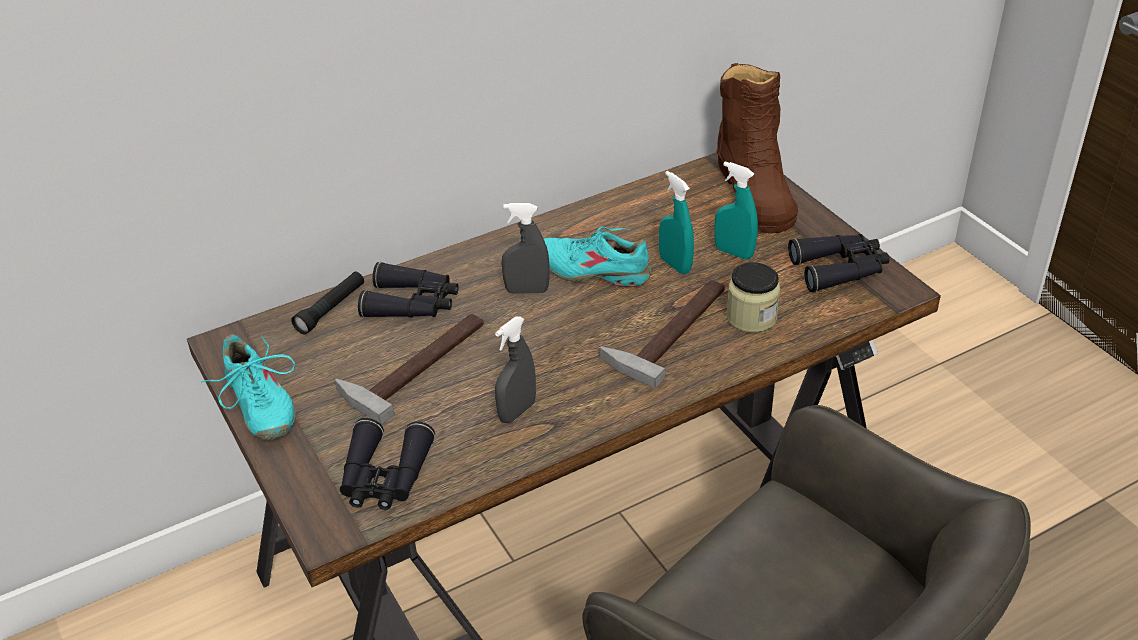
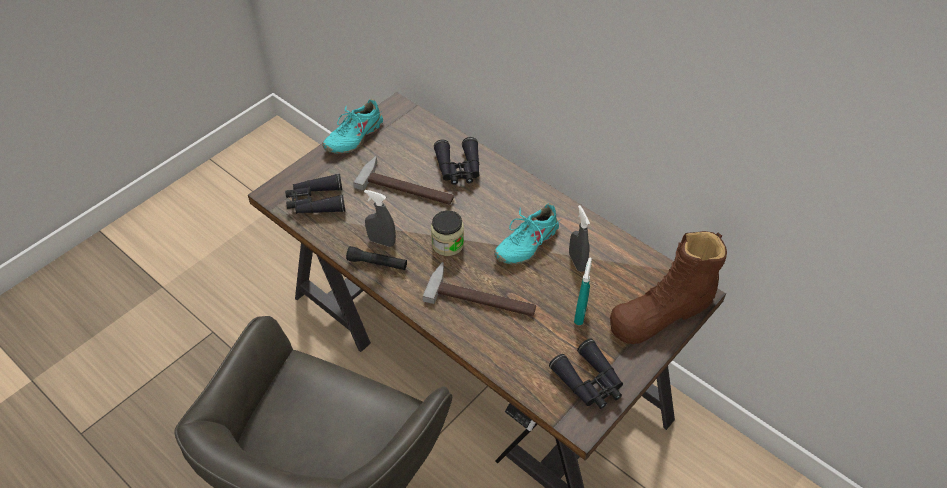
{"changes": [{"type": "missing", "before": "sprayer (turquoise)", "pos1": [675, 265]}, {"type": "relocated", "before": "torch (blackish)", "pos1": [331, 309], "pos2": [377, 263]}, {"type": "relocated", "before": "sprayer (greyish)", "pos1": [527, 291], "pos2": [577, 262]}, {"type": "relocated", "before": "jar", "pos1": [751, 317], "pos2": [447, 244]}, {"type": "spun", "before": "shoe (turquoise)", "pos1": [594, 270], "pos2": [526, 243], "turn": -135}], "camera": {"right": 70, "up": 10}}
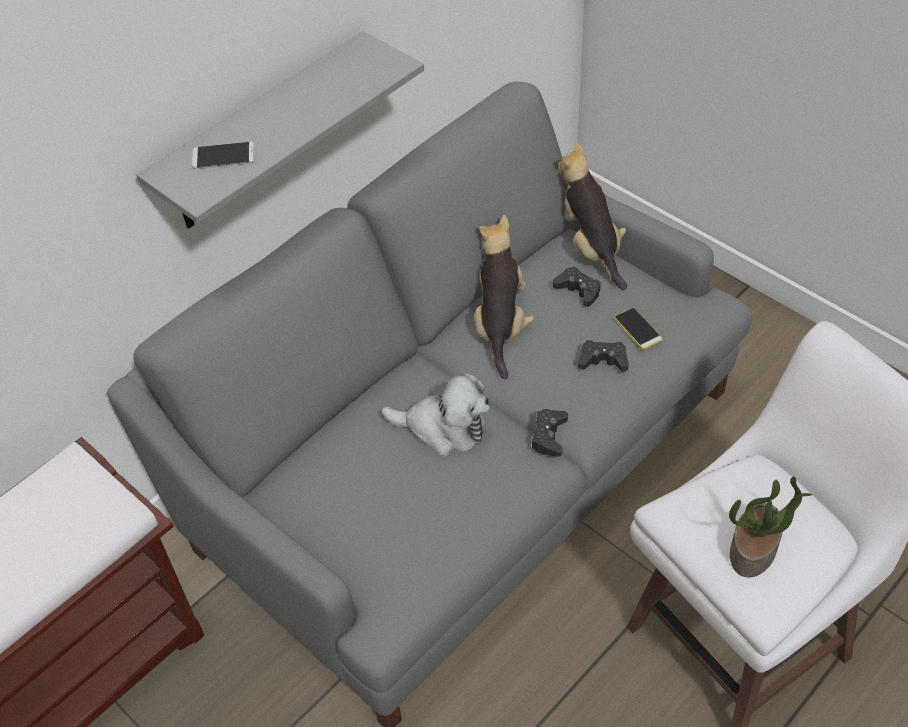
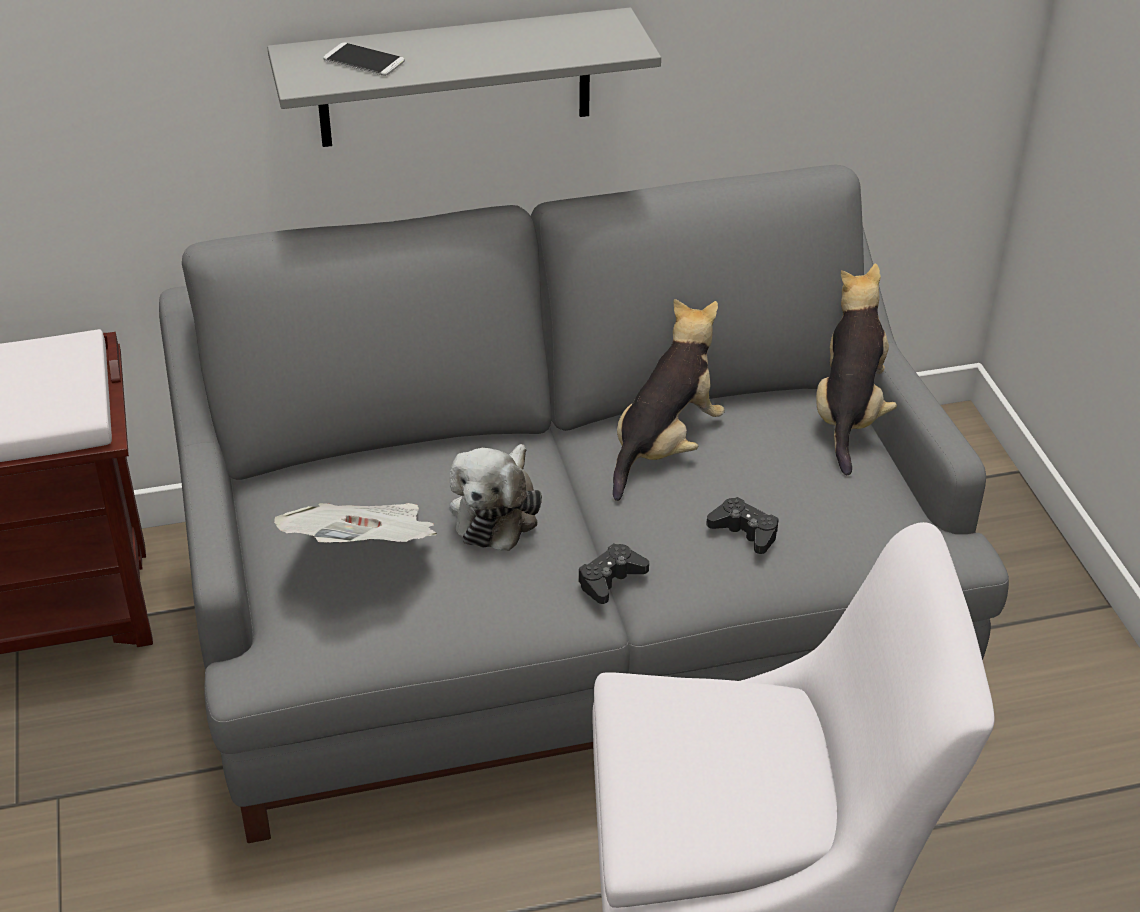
{"changes": [{"type": "missing", "before": "gamepad (blackish)", "pos1": [578, 290]}, {"type": "missing", "before": "phone", "pos1": [638, 329]}, {"type": "missing", "before": "houseplant", "pos1": [754, 550]}, {"type": "appeared", "after": "newspaper", "pos2": [365, 553]}, {"type": "spun", "before": "plush toy", "pos1": [443, 428], "pos2": [497, 512], "turn": 60}], "camera": {"right": 30, "up": -10}}
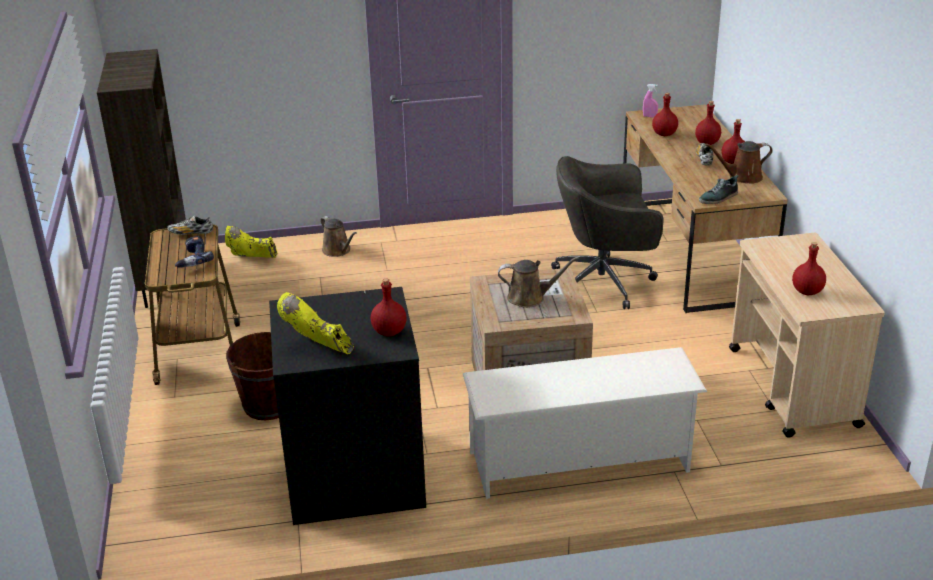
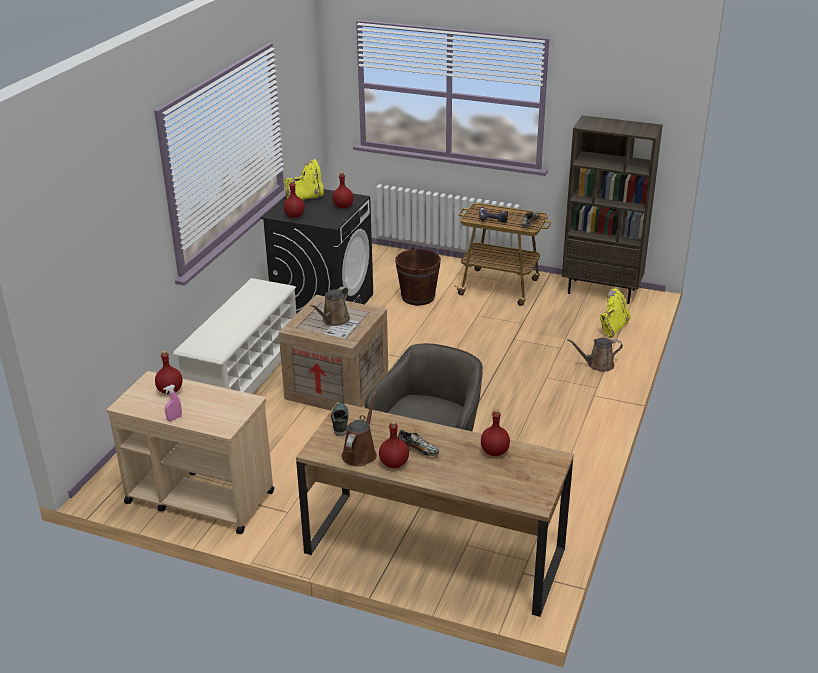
{"changes": [{"type": "relocated", "before": "sprayer (pinkish)", "pos1": [649, 116], "pos2": [174, 418]}, {"type": "relocated", "before": "bottle (red-coloured)", "pos1": [707, 143], "pos2": [343, 206]}], "camera": {"right": 120, "up": 0}}
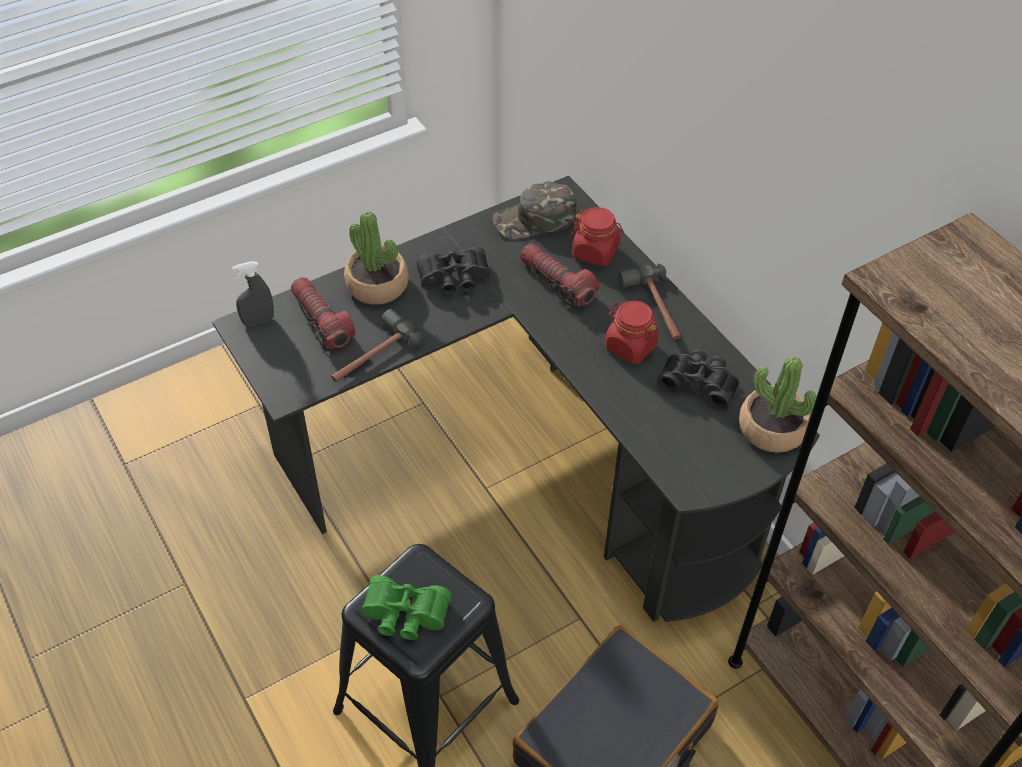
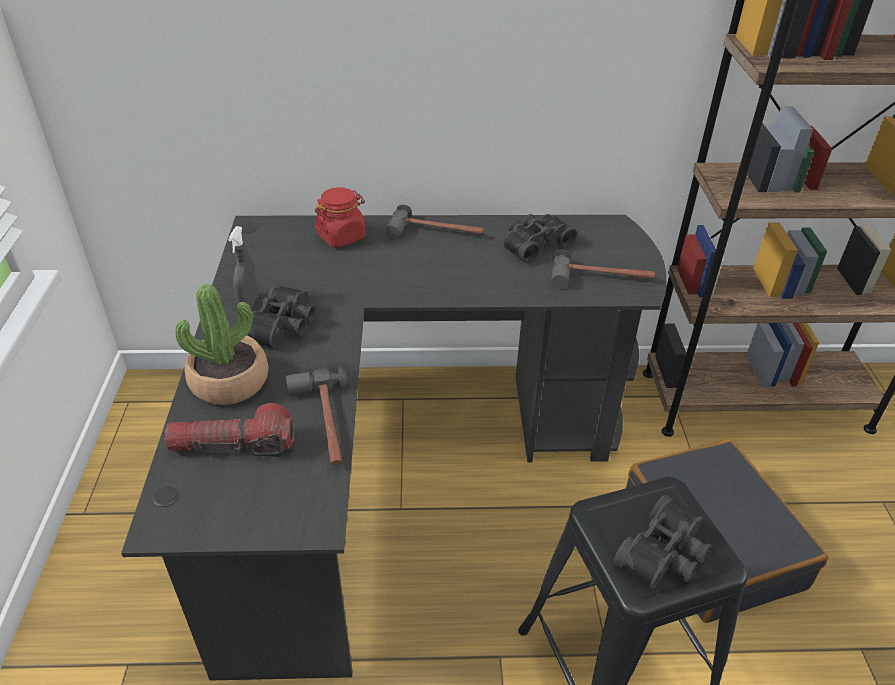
{"changes": [{"type": "missing", "before": "baseball cap (green-coloured)", "pos1": [535, 219]}, {"type": "missing", "before": "torch", "pos1": [557, 283]}, {"type": "missing", "before": "jar (red-coloured)", "pos1": [630, 346]}, {"type": "missing", "before": "houseplant", "pos1": [772, 428]}, {"type": "appeared", "after": "tool hammer", "pos2": [601, 278]}, {"type": "relocated", "before": "sprayer (greyish)", "pos1": [258, 320], "pos2": [248, 303]}, {"type": "colour", "before": "field glasses (green-coloured)", "after": "field glasses (blackish)", "pos1": [405, 616], "pos2": [665, 555]}], "camera": {"right": -60, "up": -10}}
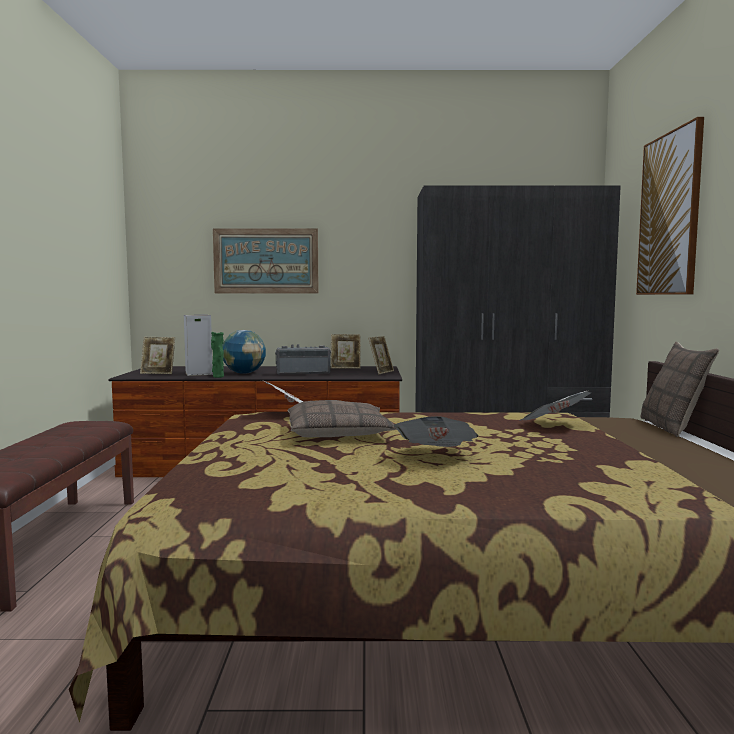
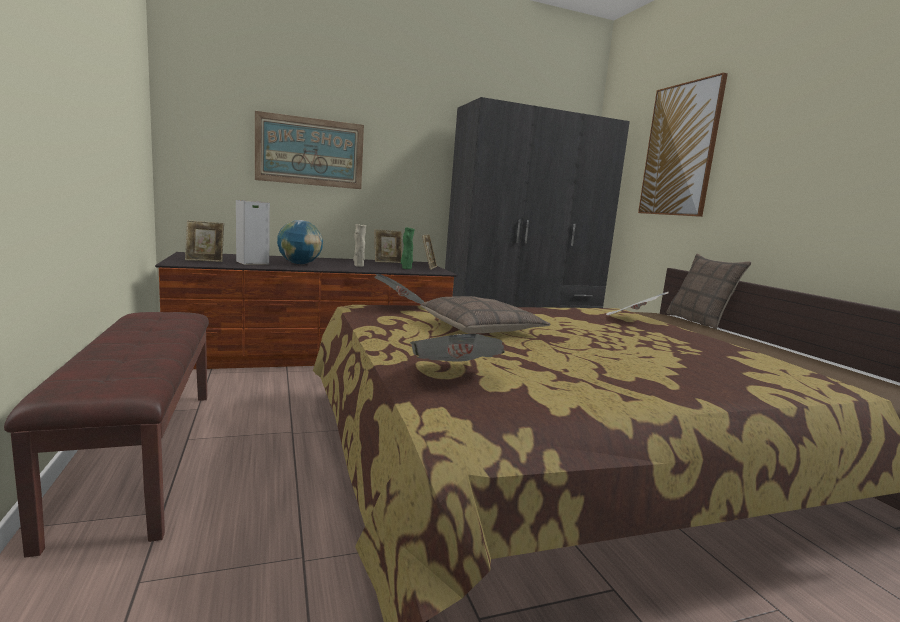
{"changes": [{"type": "relocated", "before": "vase (green-coloured)", "pos1": [218, 377], "pos2": [406, 268]}, {"type": "relocated", "before": "newspaper", "pos1": [436, 456], "pos2": [455, 375]}, {"type": "exchanged", "before": "radio set", "after": "vase (beige)", "pos1": [303, 373], "pos2": [358, 266]}], "camera": {"right": -20, "up": 5}}
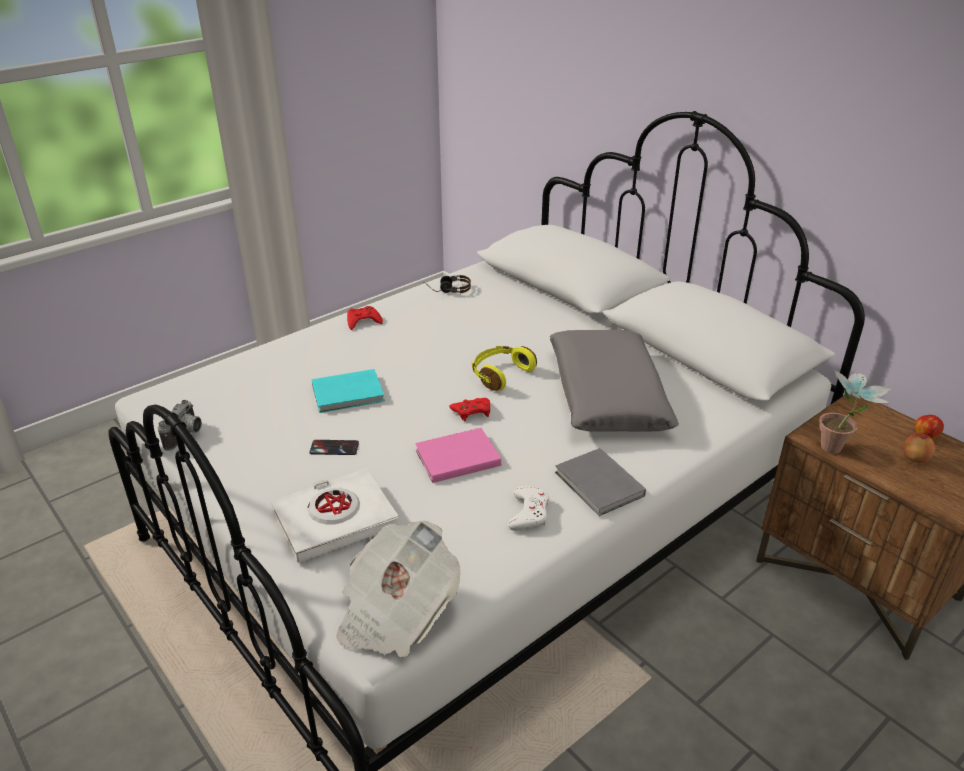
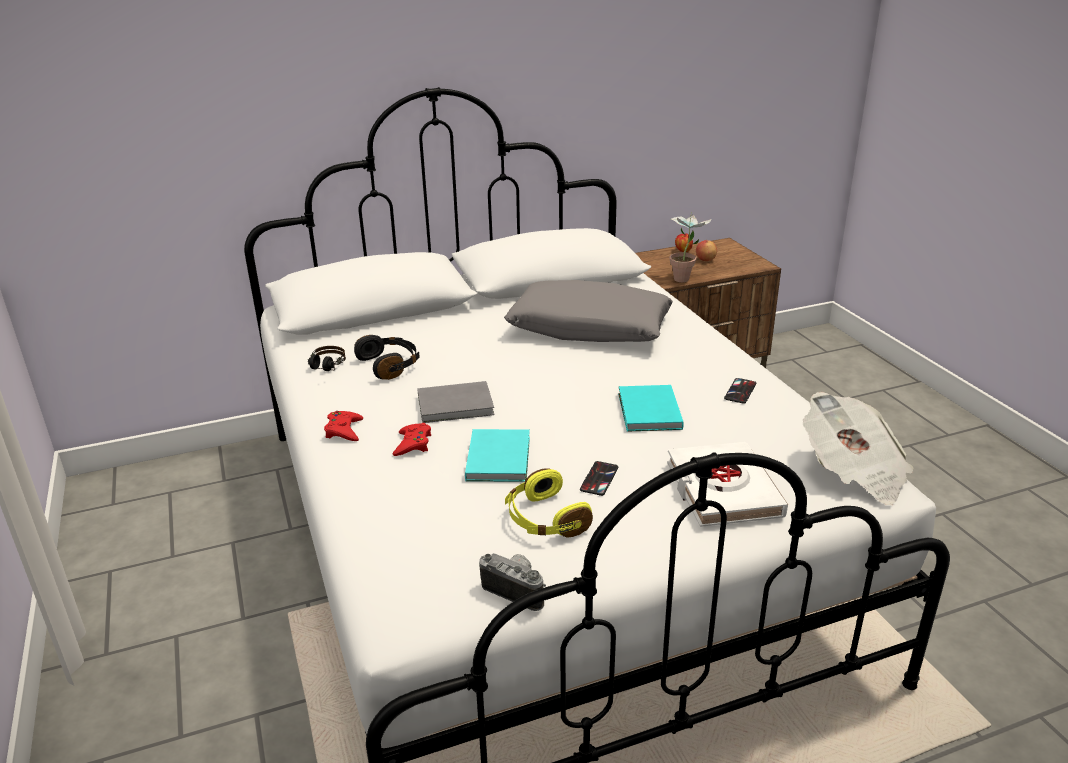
{"changes": [{"type": "appeared", "after": "pair of headphones (blackish)", "pos2": [390, 365]}, {"type": "relocated", "before": "gamepad (red-coloured)", "pos1": [472, 412], "pos2": [413, 444]}, {"type": "relocated", "before": "pair of headphones (yellow-coloured)", "pos1": [500, 374], "pos2": [545, 519]}, {"type": "relocated", "before": "bound book (greyish)", "pos1": [599, 486], "pos2": [457, 405]}, {"type": "exchanged", "before": "gamepad (white)", "after": "phone", "pos1": [529, 513], "pos2": [740, 391]}, {"type": "colour", "before": "bound book (pinkish)", "after": "bound book (turquoise)", "pos1": [455, 457], "pos2": [648, 412]}], "camera": {"right": -70, "up": -5}}
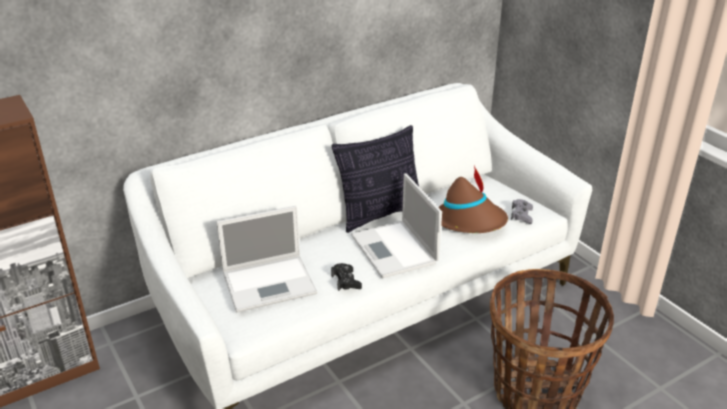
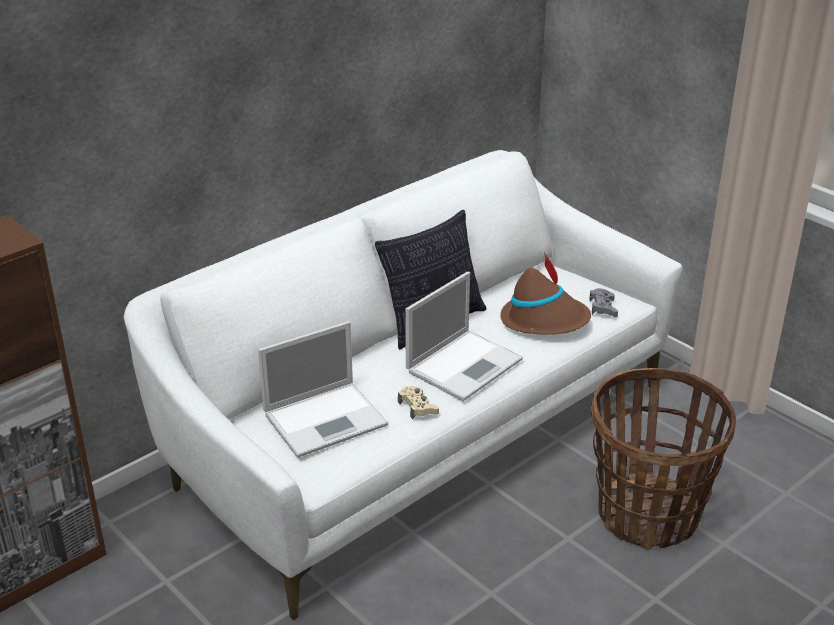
{"changes": [{"type": "colour", "before": "gamepad (blackish)", "after": "gamepad (beige)", "pos1": [346, 281], "pos2": [417, 407]}, {"type": "spun", "before": "portable computer", "pos1": [395, 250], "pos2": [465, 364], "turn": -105}], "camera": {"right": -10, "up": 0}}
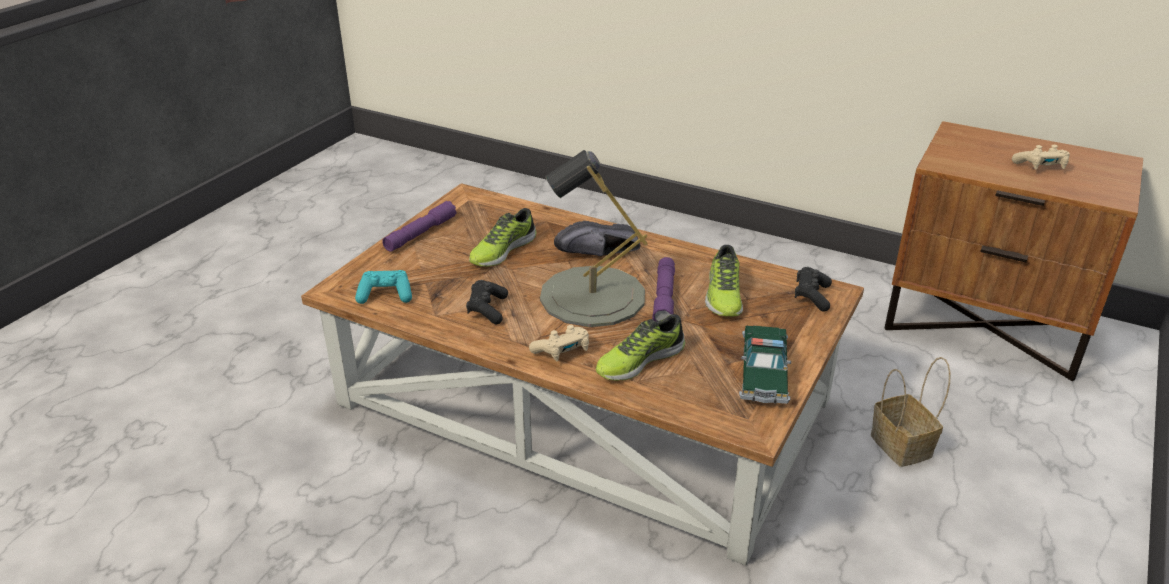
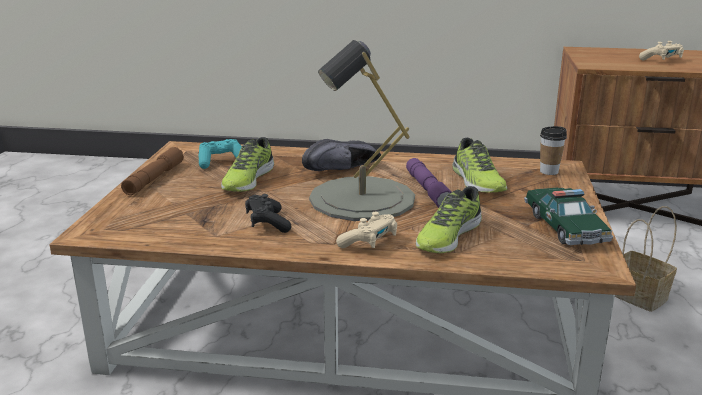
{"changes": [{"type": "relocated", "before": "gamepad (turquoise)", "pos1": [385, 295], "pos2": [221, 162]}, {"type": "exchanged", "before": "gamepad (blackish)", "after": "drinking cup", "pos1": [811, 296], "pos2": [549, 171]}, {"type": "colour", "before": "torch (purple)", "after": "torch (brownish)", "pos1": [420, 234], "pos2": [154, 179]}], "camera": {"right": -20, "up": -10}}
